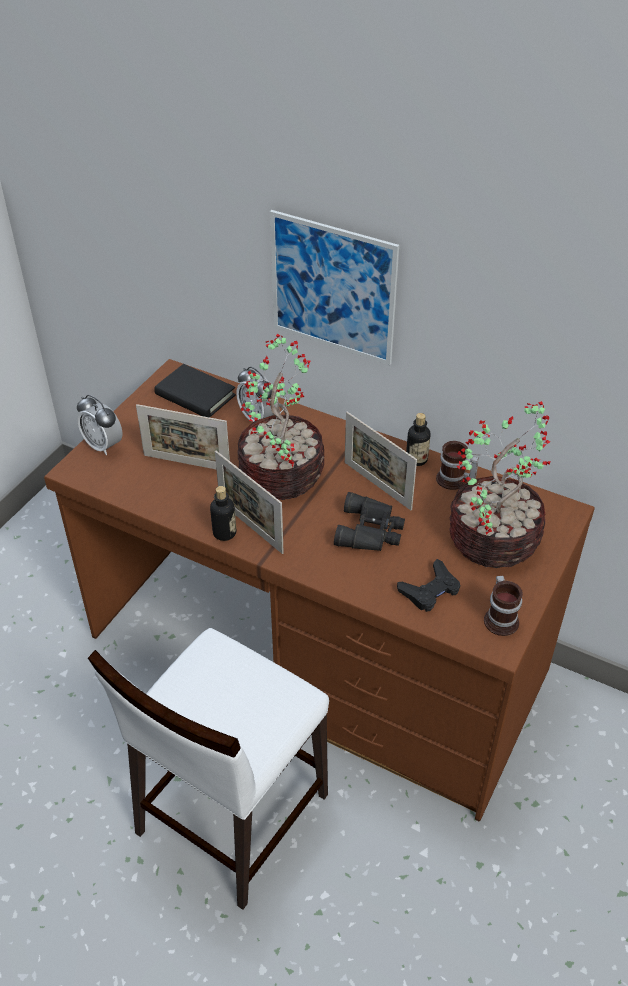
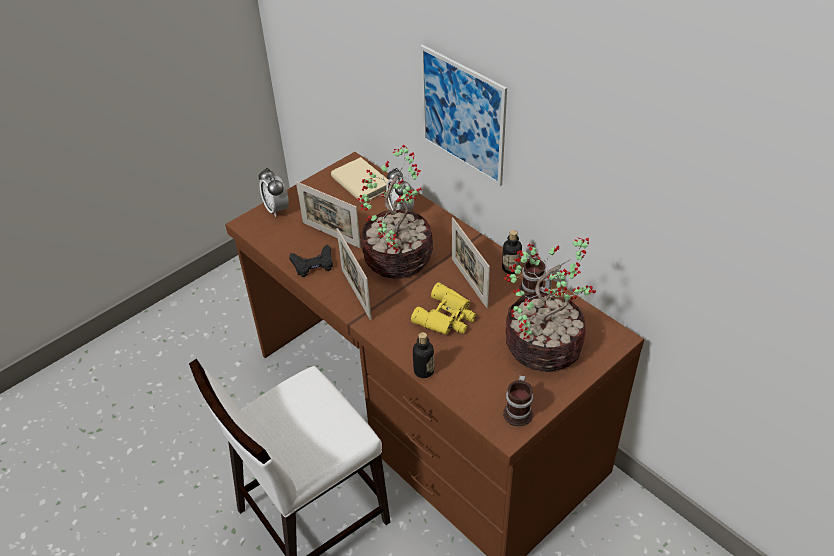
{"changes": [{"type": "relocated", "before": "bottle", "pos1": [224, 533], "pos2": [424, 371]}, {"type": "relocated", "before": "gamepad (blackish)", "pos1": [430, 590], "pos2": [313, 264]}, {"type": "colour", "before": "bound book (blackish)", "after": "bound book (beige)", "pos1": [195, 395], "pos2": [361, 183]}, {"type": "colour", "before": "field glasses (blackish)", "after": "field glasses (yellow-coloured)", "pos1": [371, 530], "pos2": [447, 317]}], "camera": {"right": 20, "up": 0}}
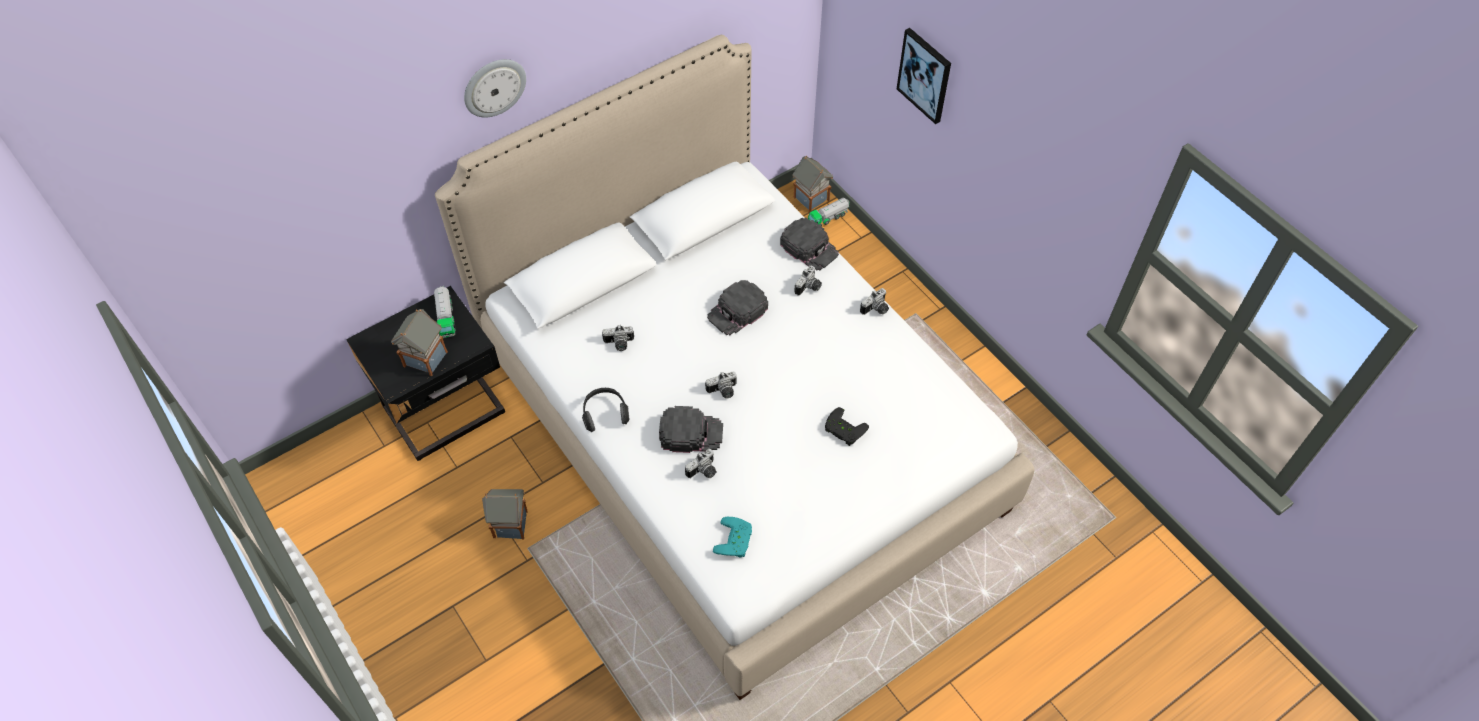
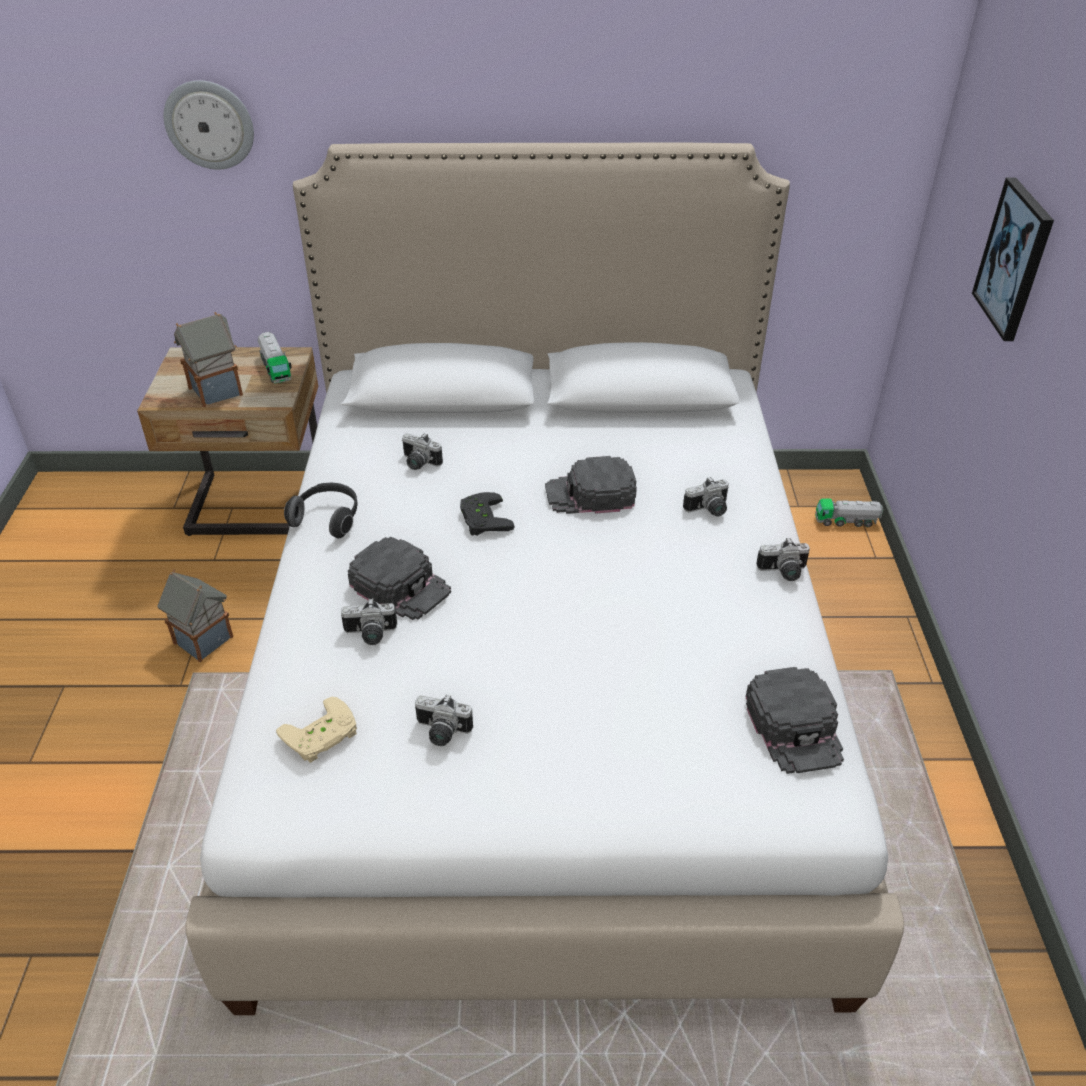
{"changes": [{"type": "missing", "before": "miniature house", "pos1": [810, 198]}, {"type": "relocated", "before": "hanging clock", "pos1": [494, 87], "pos2": [209, 124]}, {"type": "relocated", "before": "still camera", "pos1": [723, 391], "pos2": [441, 732]}, {"type": "relocated", "before": "baseball cap (blackish)", "pos1": [809, 248], "pos2": [795, 727]}, {"type": "relocated", "before": "gamepad (blackish)", "pos1": [843, 430], "pos2": [481, 519]}, {"type": "colour", "before": "nightstand (blackish)", "after": "nightstand (beige)", "pos1": [447, 412], "pos2": [258, 508]}, {"type": "colour", "before": "gamepad (turquoise)", "after": "gamepad (beige)", "pos1": [736, 540], "pos2": [322, 736]}, {"type": "spun", "before": "model truck", "pos1": [446, 318], "pos2": [276, 369], "turn": -45}], "camera": {"right": 35, "up": -15}}
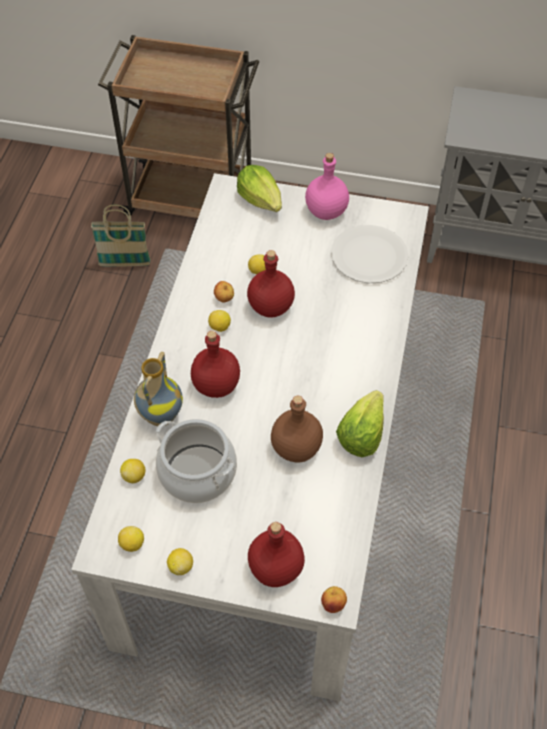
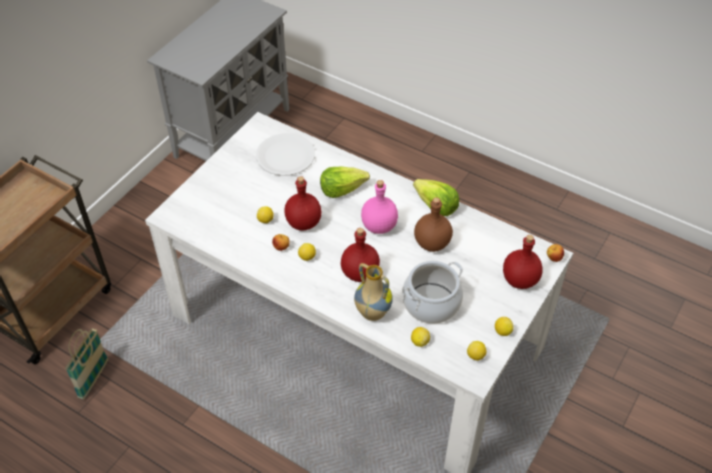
{"changes": [{"type": "relocated", "before": "head of lettuce", "pos1": [261, 200], "pos2": [342, 189]}, {"type": "relocated", "before": "bottle (pinkish)", "pos1": [326, 211], "pos2": [378, 226]}], "camera": {"right": -70, "up": -5}}
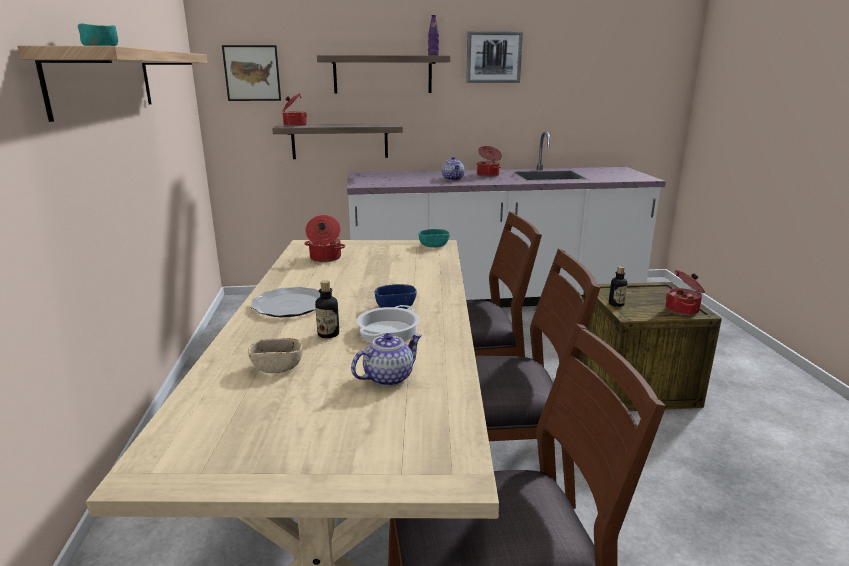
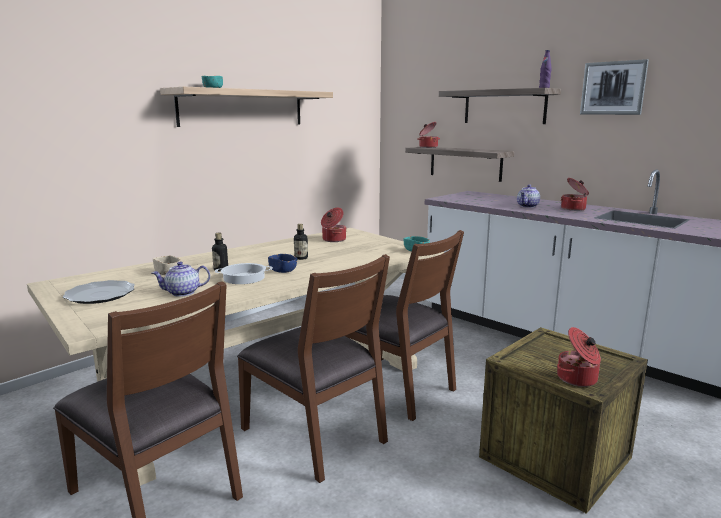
{"changes": [{"type": "missing", "before": "wall picture", "pos1": [252, 73]}, {"type": "relocated", "before": "dinner plate", "pos1": [290, 305], "pos2": [100, 295]}, {"type": "relocated", "before": "bottle", "pos1": [616, 304], "pos2": [301, 258]}, {"type": "spun", "before": "pot for tea", "pos1": [388, 377], "pos2": [182, 293], "turn": 150}], "camera": {"right": 50, "up": -5}}
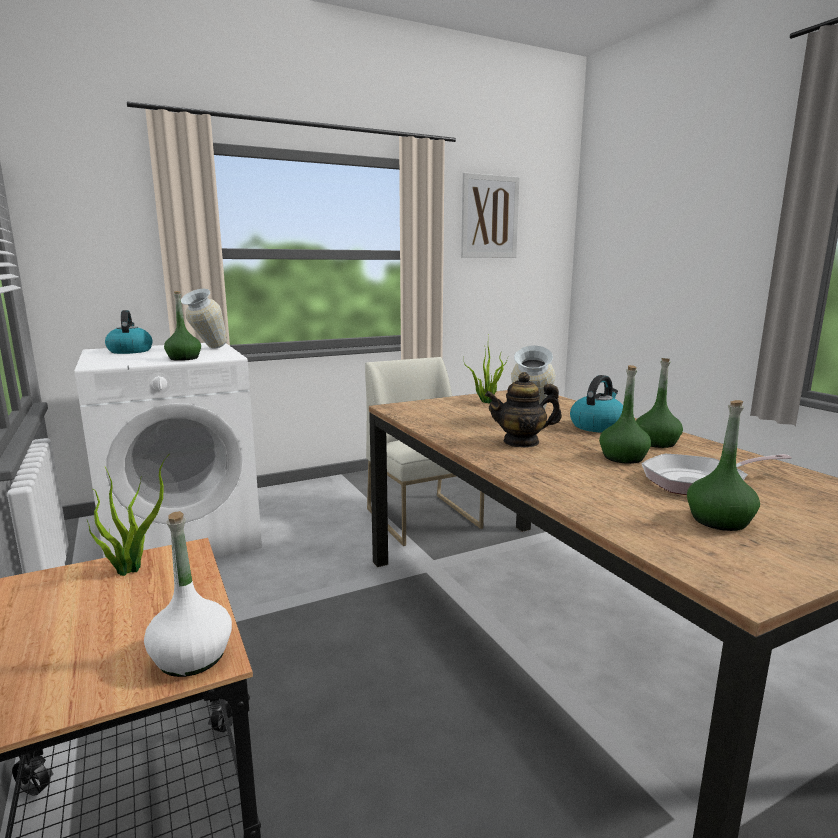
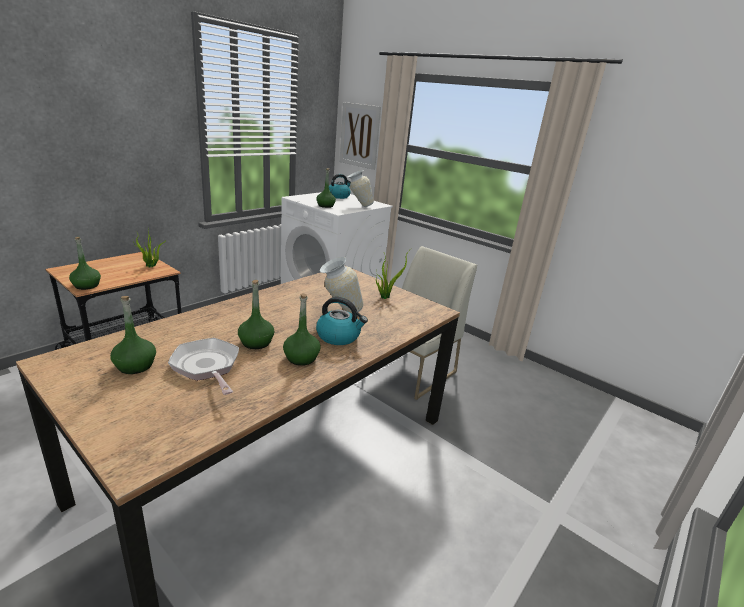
{"changes": [{"type": "missing", "before": "pot for tea", "pos1": [521, 442]}, {"type": "relocated", "before": "wall picture", "pos1": [489, 217], "pos2": [359, 135]}, {"type": "colour", "before": "bottle (white)", "after": "bottle (green-coloured)", "pos1": [192, 657], "pos2": [86, 286]}], "camera": {"right": 65, "up": 10}}
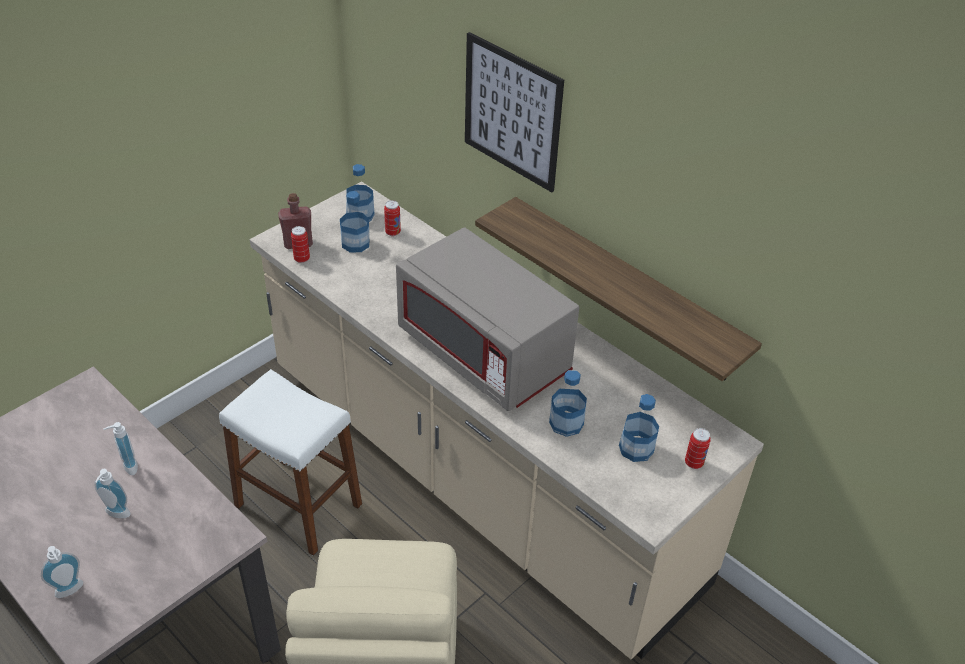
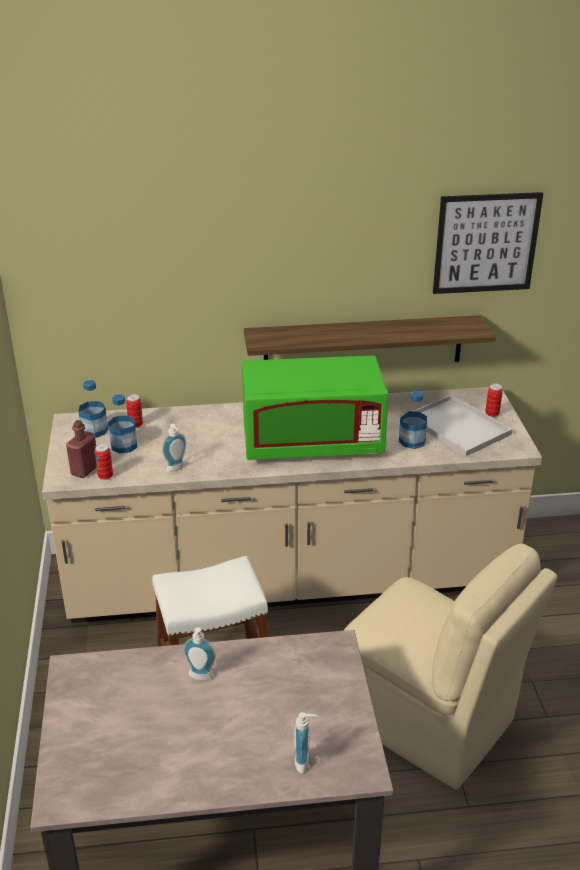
{"changes": [{"type": "relocated", "before": "soap bottle", "pos1": [116, 515], "pos2": [177, 469]}, {"type": "relocated", "before": "wall picture", "pos1": [512, 112], "pos2": [486, 243]}, {"type": "exchanged", "before": "bottle", "after": "serving tray (white)", "pos1": [636, 448], "pos2": [460, 427]}, {"type": "colour", "before": "microwave oven (greyish)", "after": "microwave oven (green-coloured)", "pos1": [484, 353], "pos2": [312, 443]}], "camera": {"right": -50, "up": -10}}
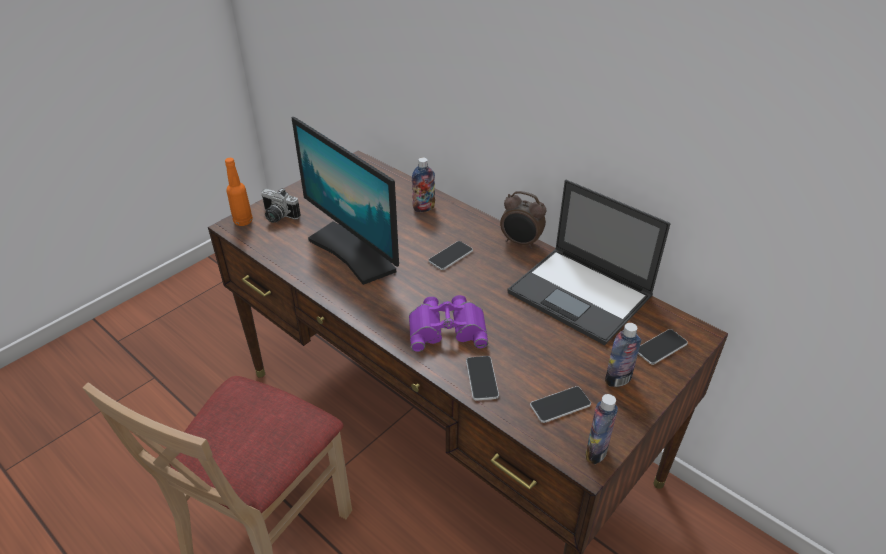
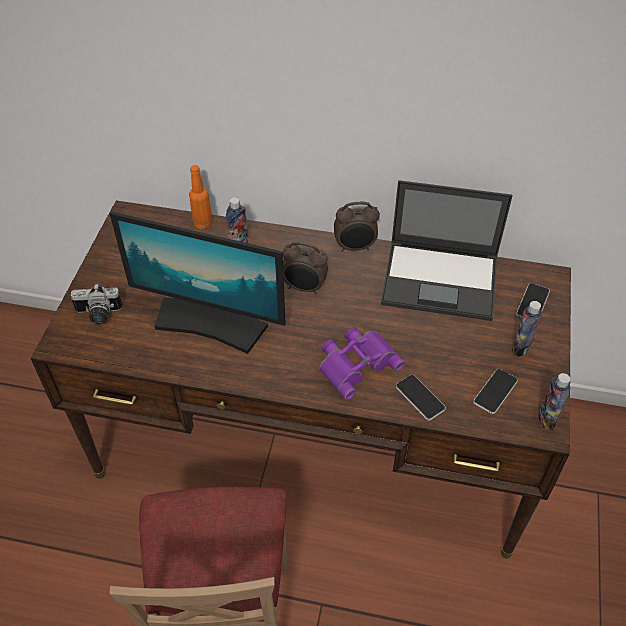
{"changes": [{"type": "relocated", "before": "bottle (orange-coloured)", "pos1": [243, 221], "pos2": [202, 224]}, {"type": "exchanged", "before": "phone", "after": "bedside clock", "pos1": [450, 256], "pos2": [304, 288]}], "camera": {"right": -30, "up": 10}}
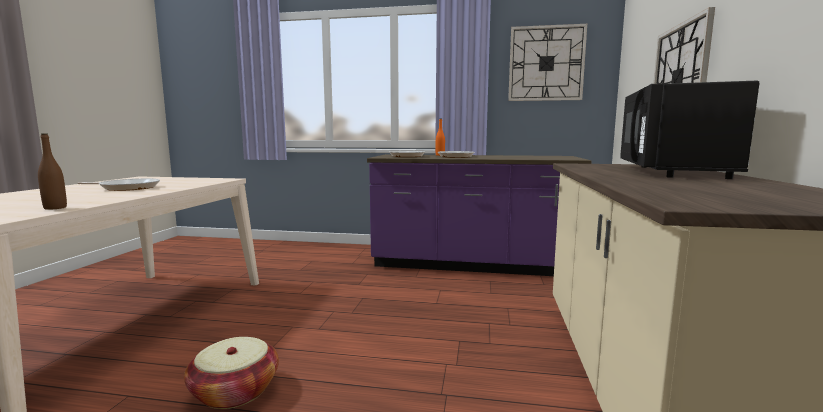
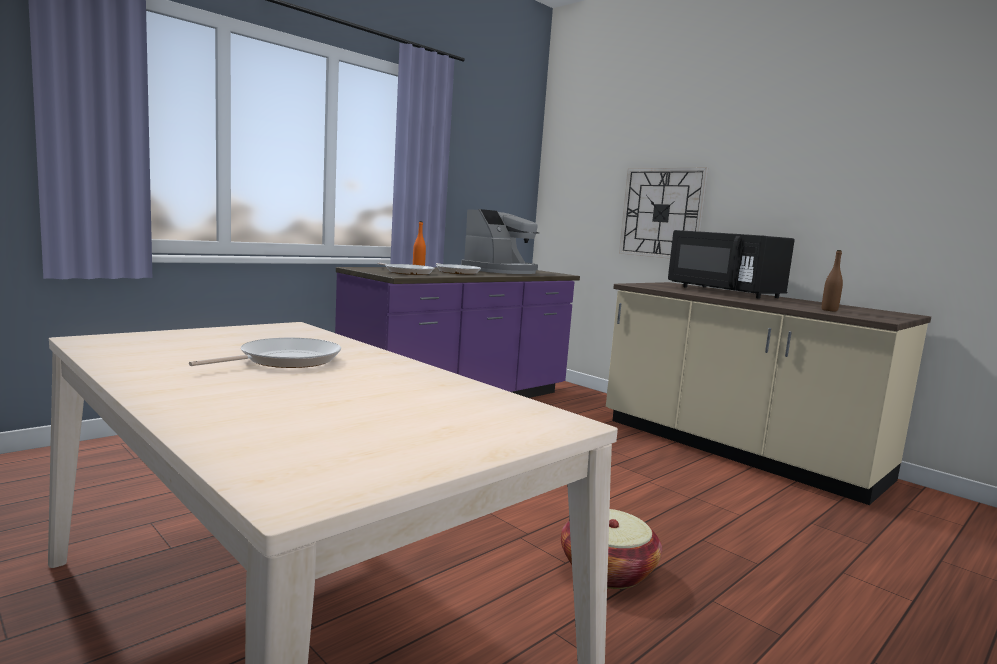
{"changes": [{"type": "missing", "before": "hanging clock", "pos1": [546, 63]}, {"type": "appeared", "after": "coffee machine", "pos2": [501, 271]}, {"type": "relocated", "before": "bottle (brownish)", "pos1": [55, 208], "pos2": [829, 310]}], "camera": {"right": -55, "up": 0}}
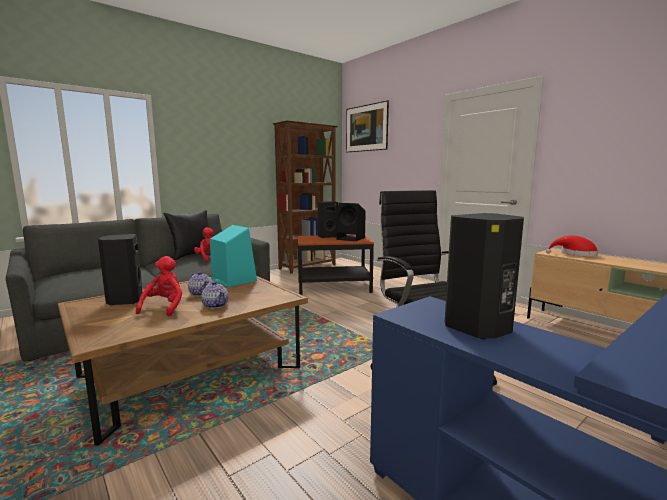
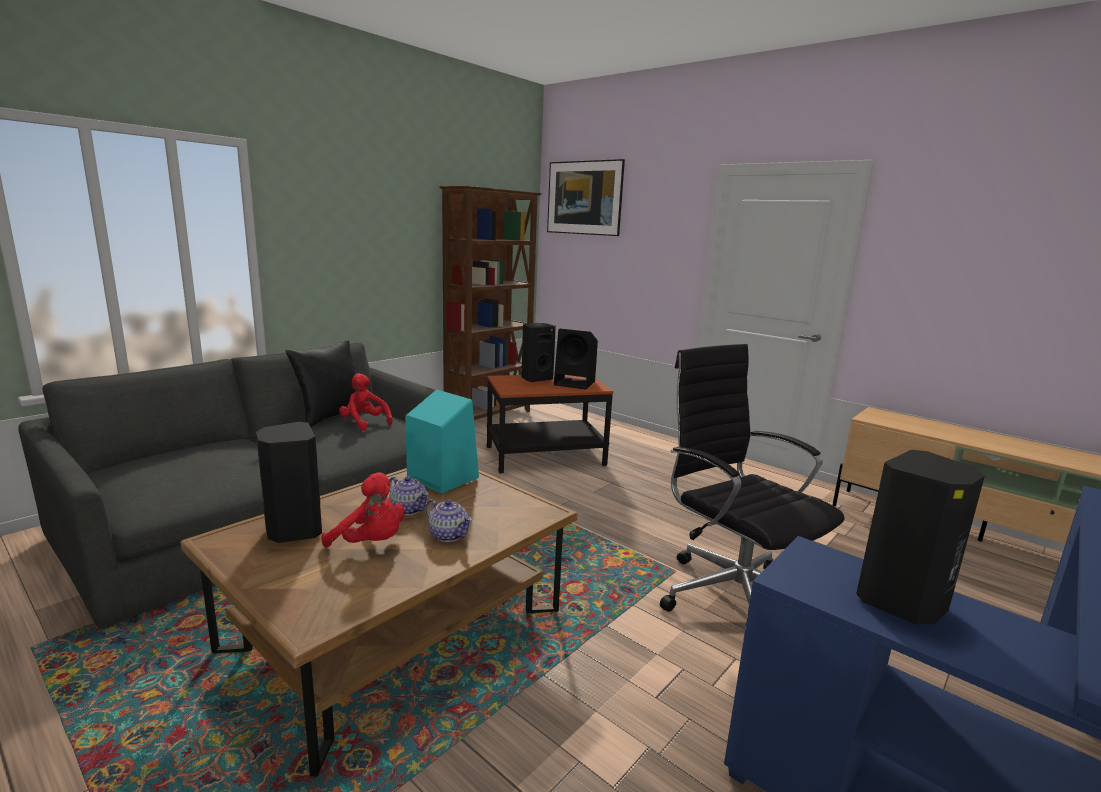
{"changes": [{"type": "missing", "before": "hat (red-coloured)", "pos1": [575, 254]}, {"type": "spun", "before": "plush toy (red-coloured)", "pos1": [164, 307], "pos2": [370, 543], "turn": 120}], "camera": {"right": -10, "up": 5}}
